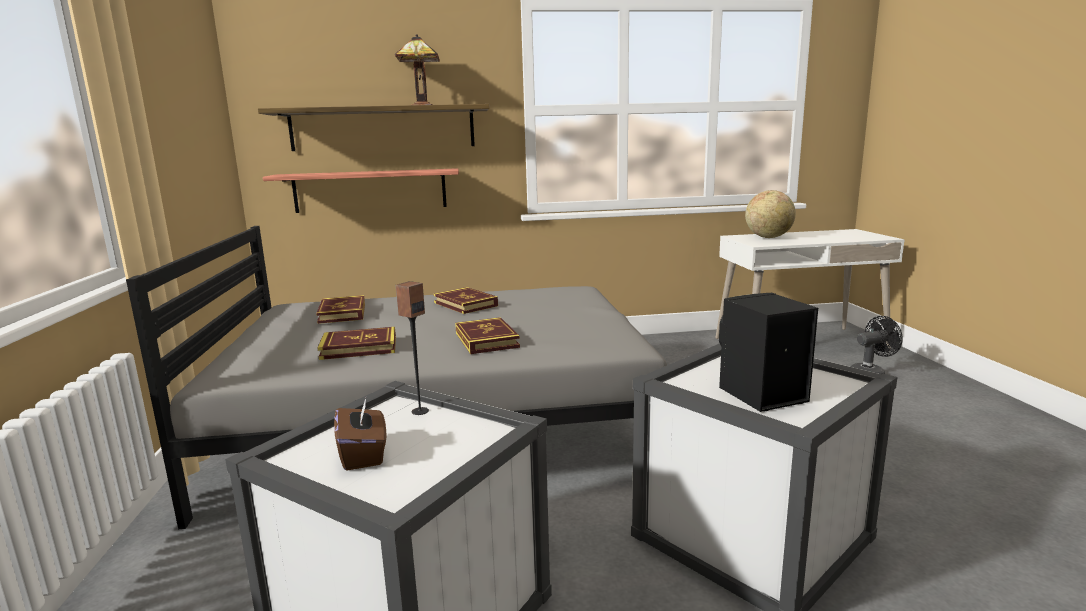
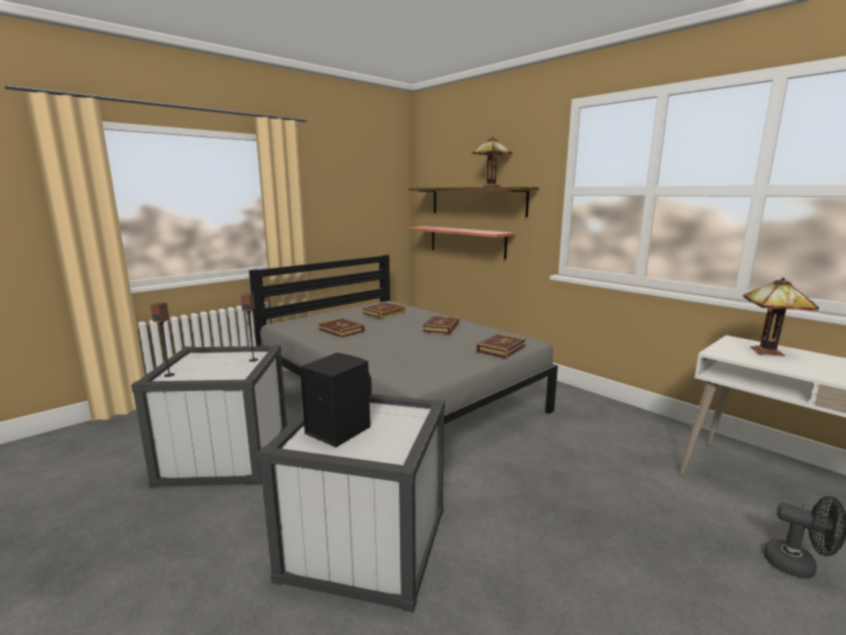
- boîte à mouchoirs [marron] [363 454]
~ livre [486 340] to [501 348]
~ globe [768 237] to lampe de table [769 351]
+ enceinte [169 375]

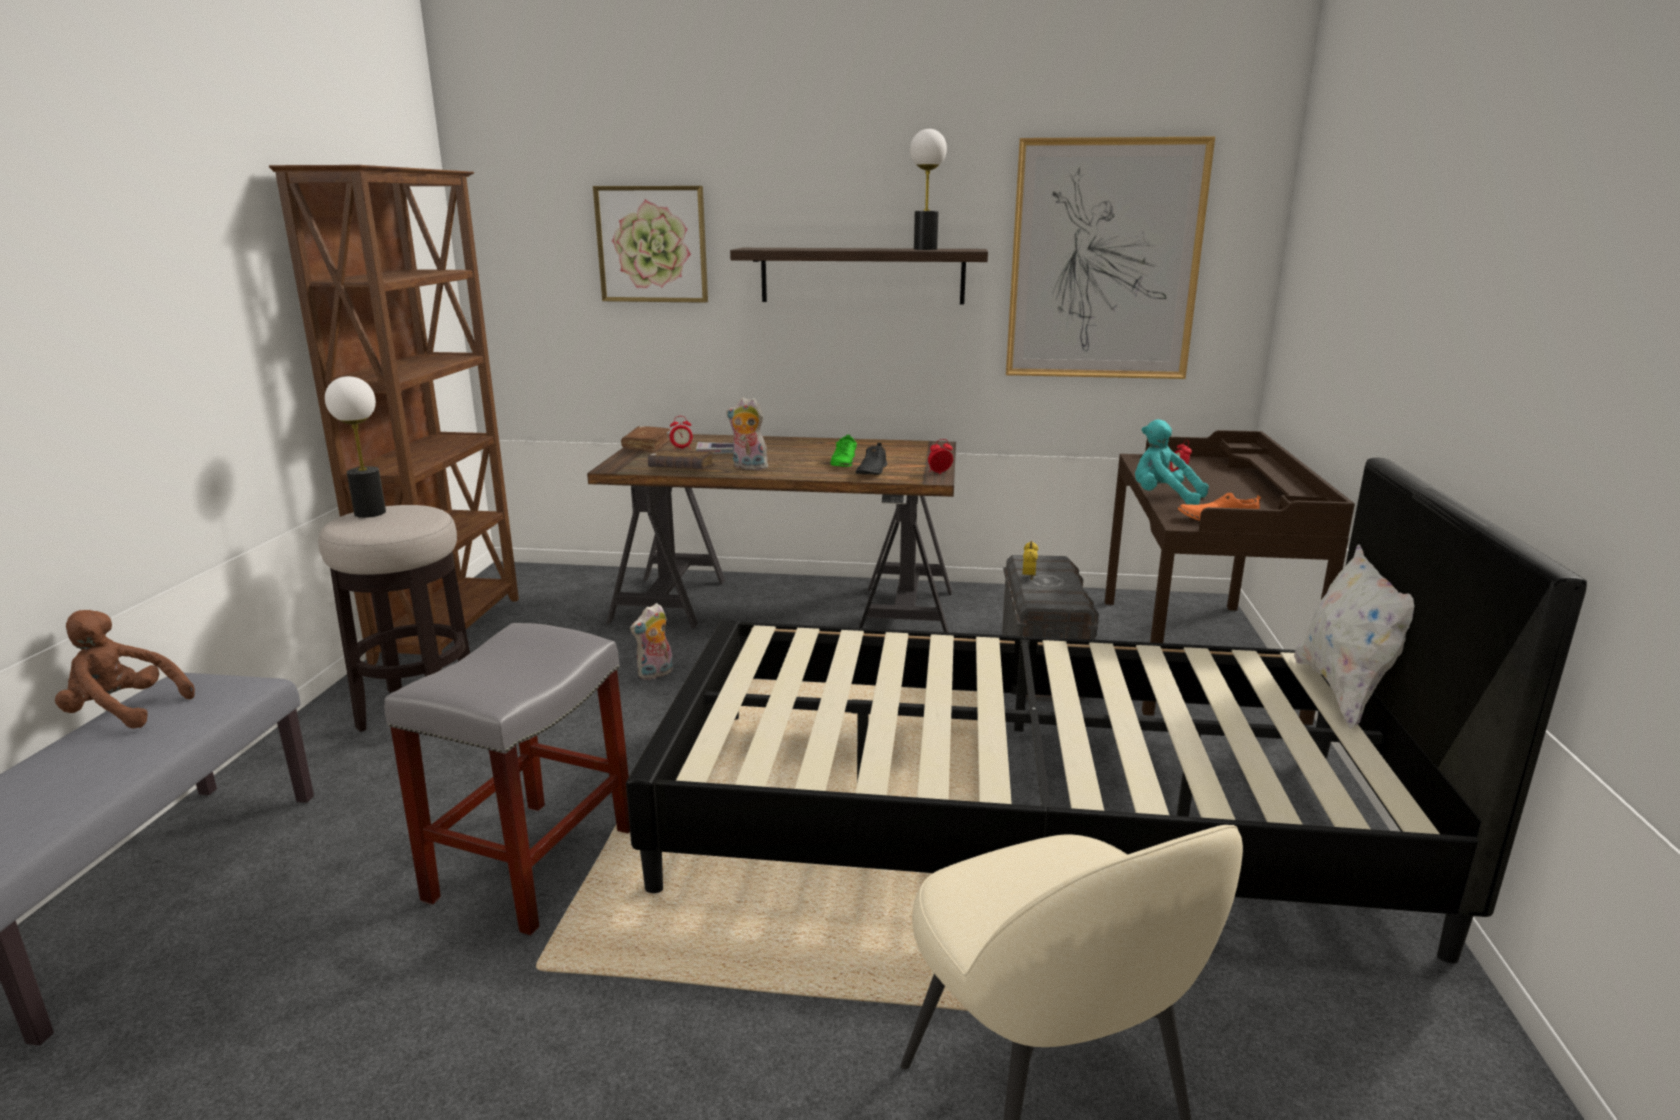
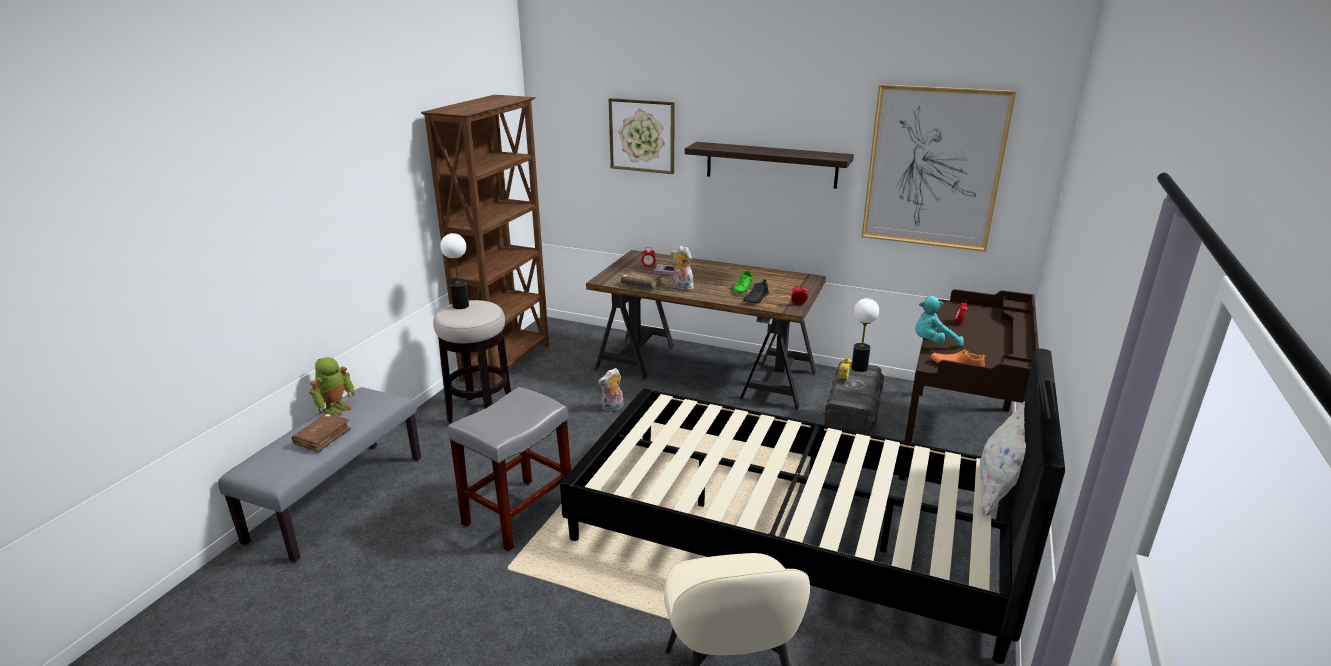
~ peluche [marron] [124 711] to robot jouet [336 408]
~ livre [marron] [646 446] to [323 438]
~ lampe de table [925 249] to [859 368]
~ peluche [turquoise] [1163 498] = [933 343] 60 degrees counterclockwise

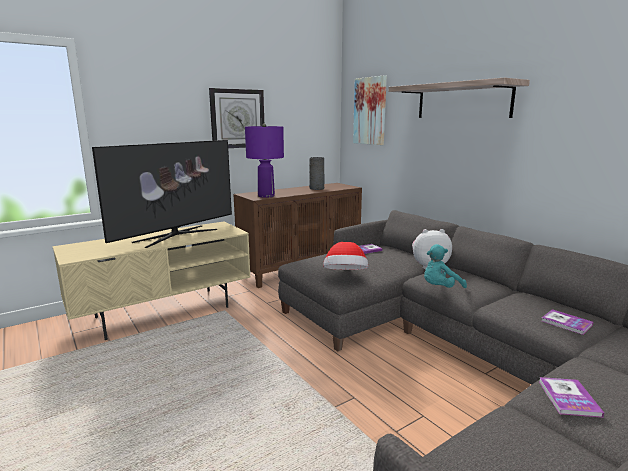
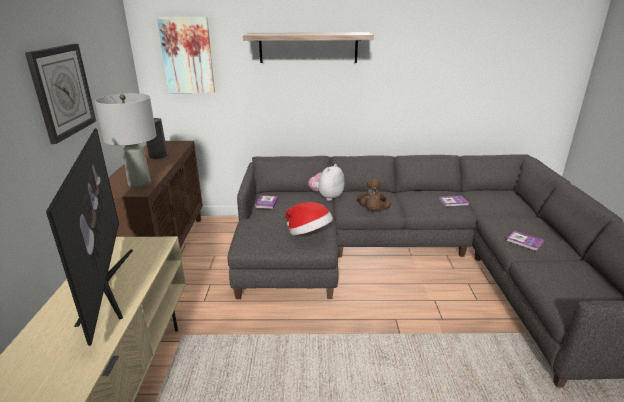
~ lampe de table [violet] [266 196] to lampe de table [gris] [139 185]
~ peluche [turquoise] [440 288] to peluche [marron] [372 211]

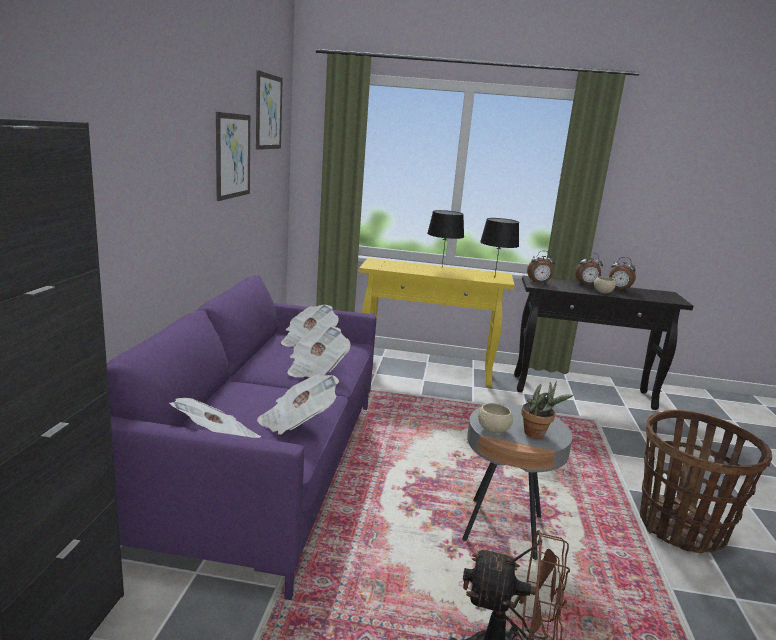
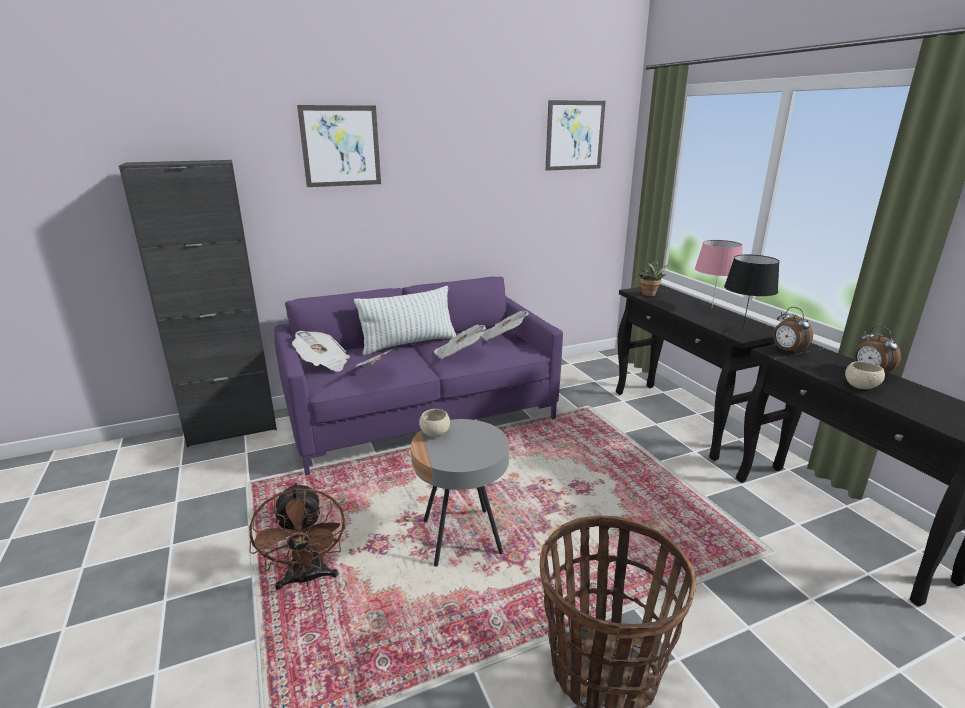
~ tableau [233 156] to [341 146]
~ table console [jaune] [427 370] to table console [noir] [679 419]
~ lampe de table [noir] [442 268] to lampe de table [rose] [712 308]
~ plante en pot [537 434] to [649 295]
- réveil [618 289]
+ coussin [409 344]

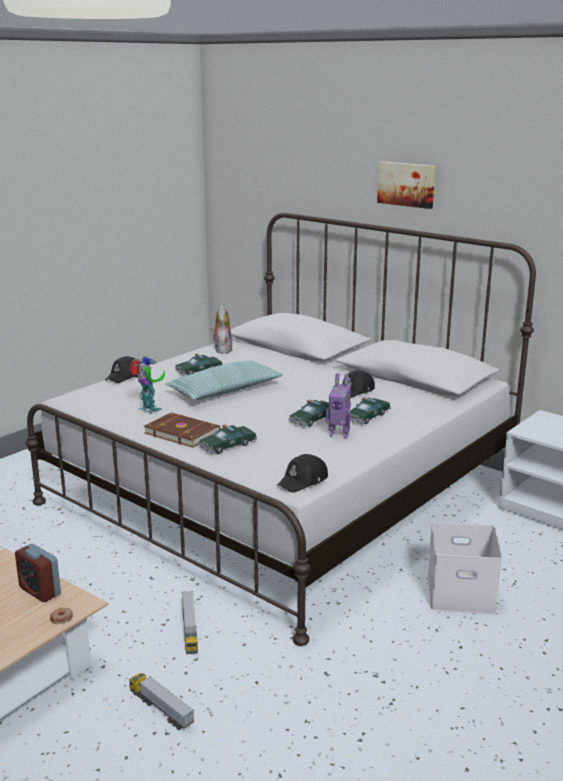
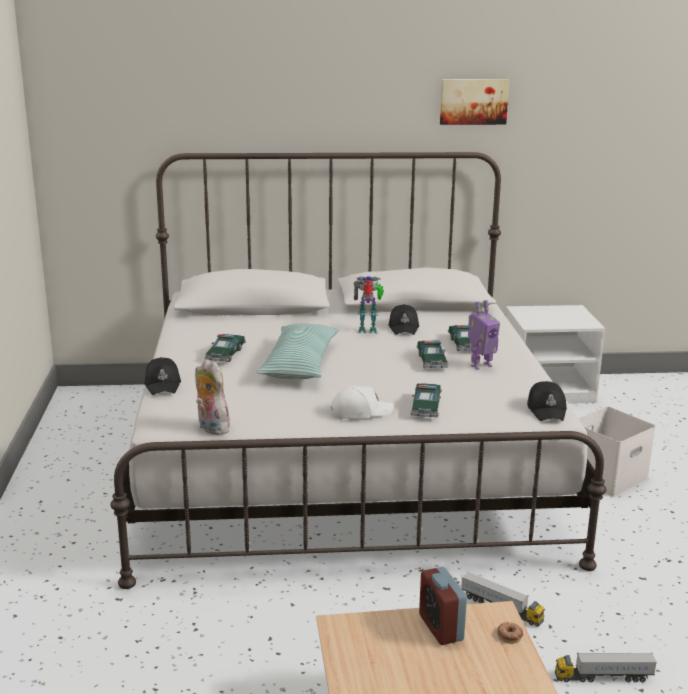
~ réveil [40 591] = [441 627] 75 degrees clockwise
~ robot jouet [148 410] to [368 331]
~ livre [marron] [182 432] to casquette [blanc] [360 412]
~ peluche [222 349] to [211 428]
~ tableau [407 184] to [473 101]

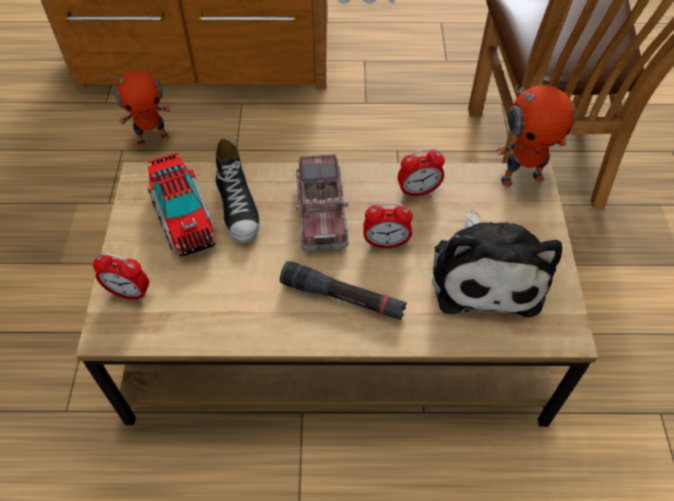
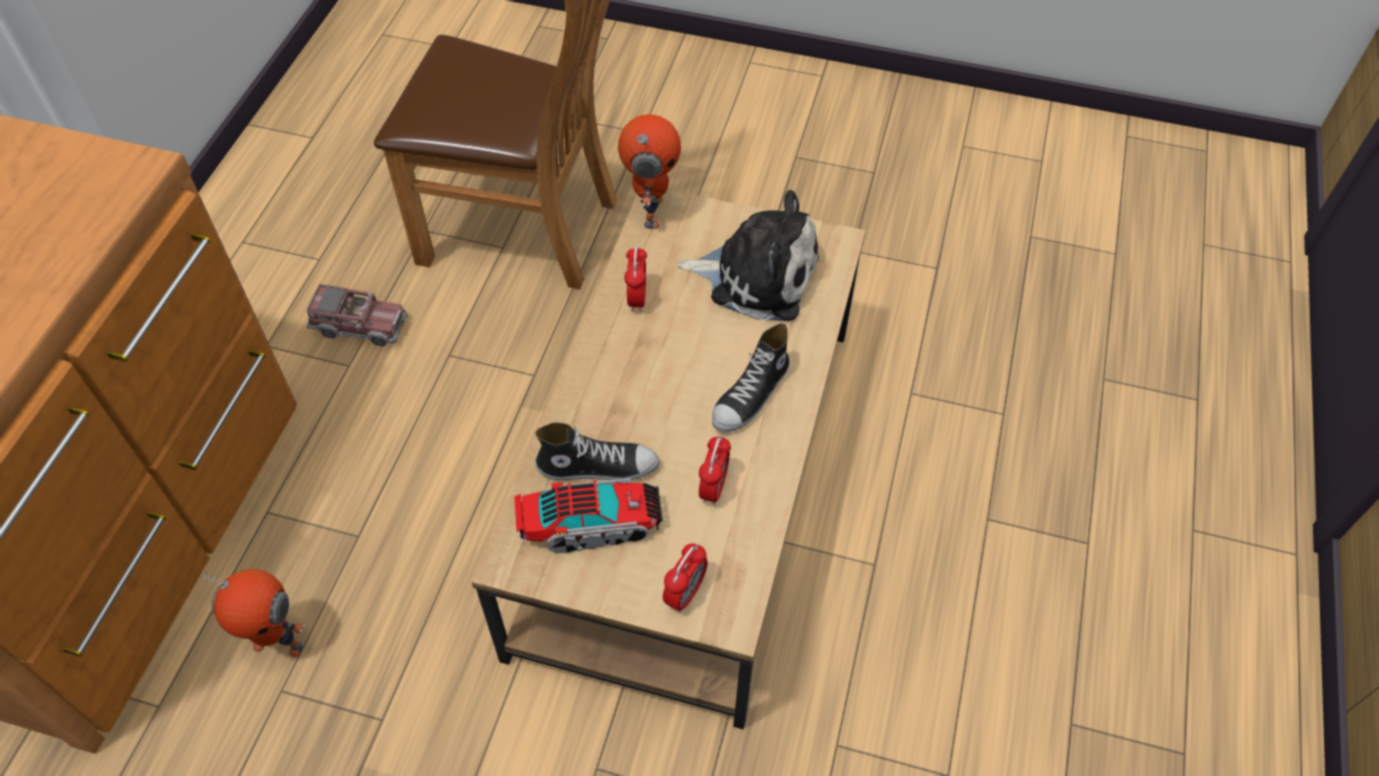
~ robot jouet [152 138] = [279 644] 105 degrees clockwise
~ lampe de poche [noir] [342 297] to chaussure [751 395]
~ camion jouet [321 214] to [359 325]
~ réveil [386 243] to [713 488]

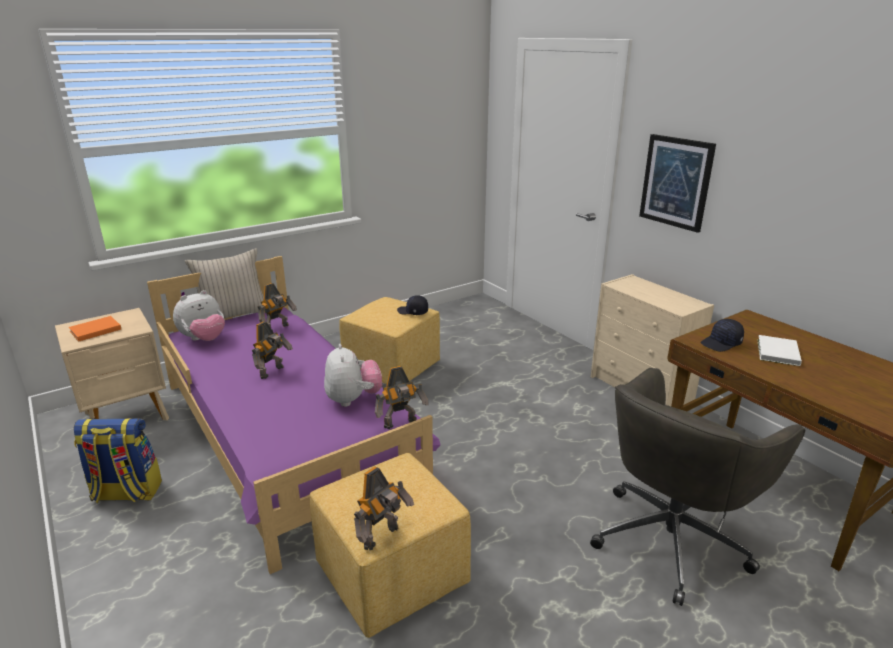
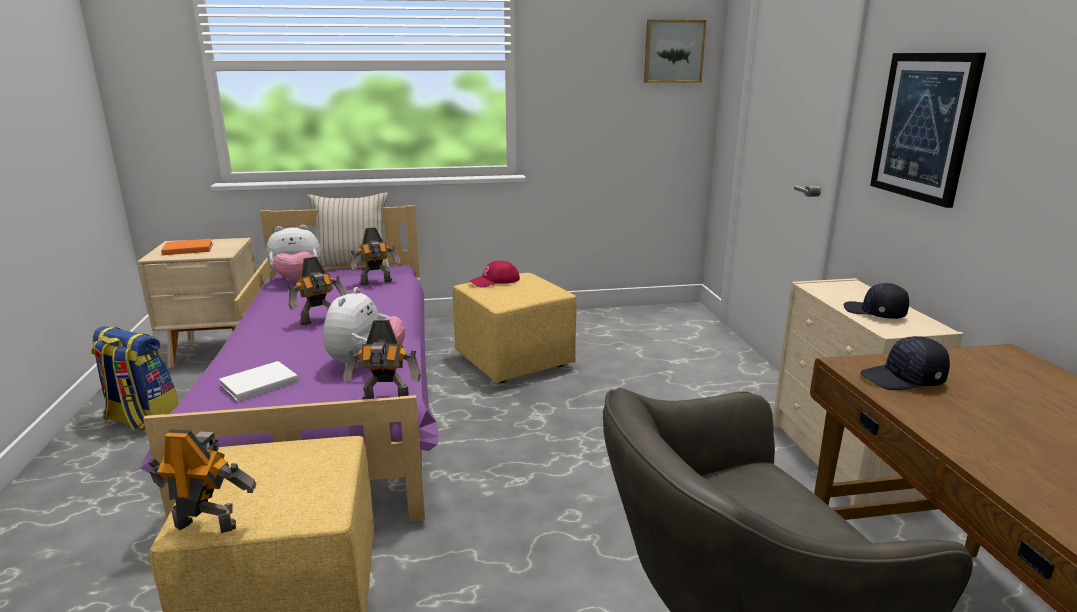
~ robot jouet [383 537] = [206 523] 150 degrees counterclockwise
~ casquette [noir] [412 312] to [874 313]
~ livre [blanc] [777 353] to [257 384]
+ casquette [rouge] [495 281]
+ tableau [673 51]

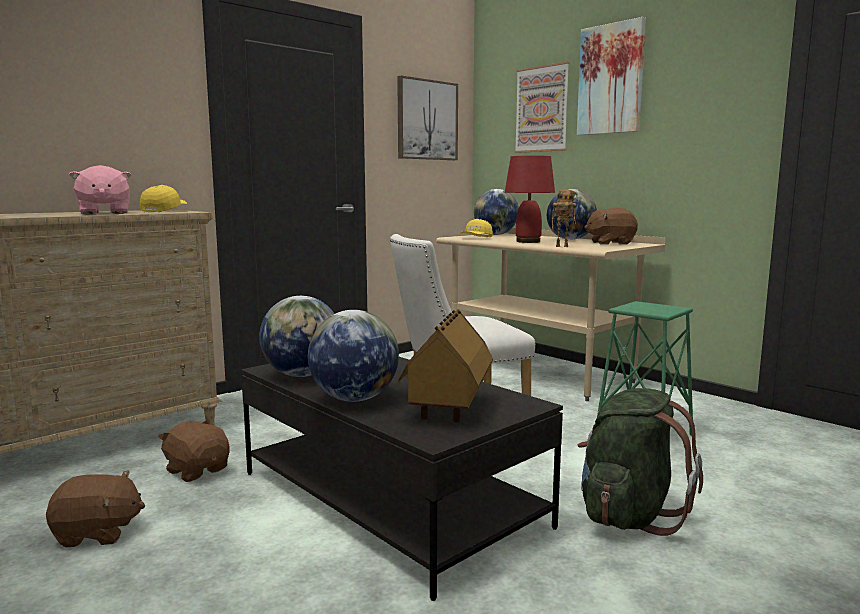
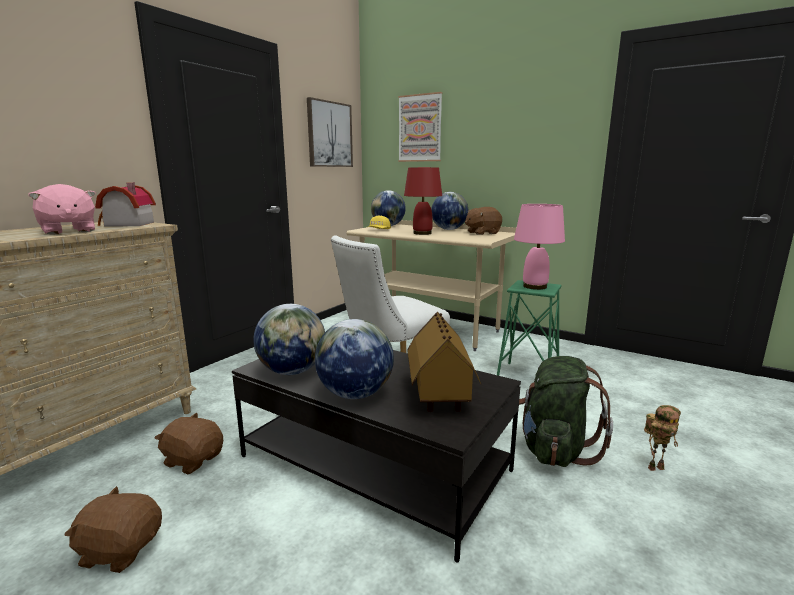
~ peluche [marron] [97 533] = [121 549] 150 degrees counterclockwise
~ casquette [jaune] [164 211] to maison miniature [126 224]
~ robot jouet [562 246] to [655 467]
- tableau [611 79]
+ lampe de table [rose] [534 286]

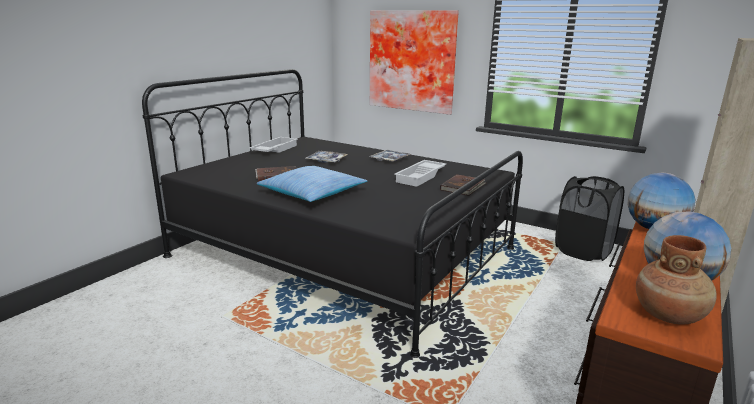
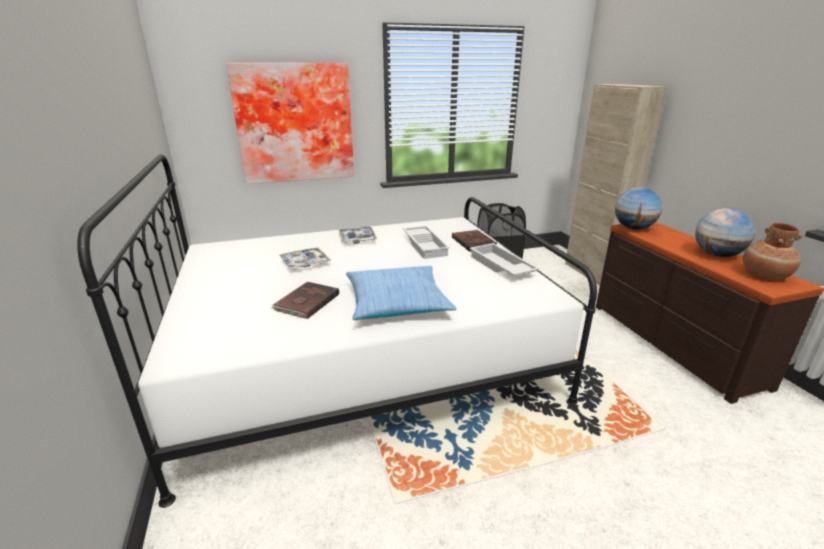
~ lit [noir] [343 252] to lit [blanc] [363 357]
~ plateau [blanc] [274 149] to [500 266]

